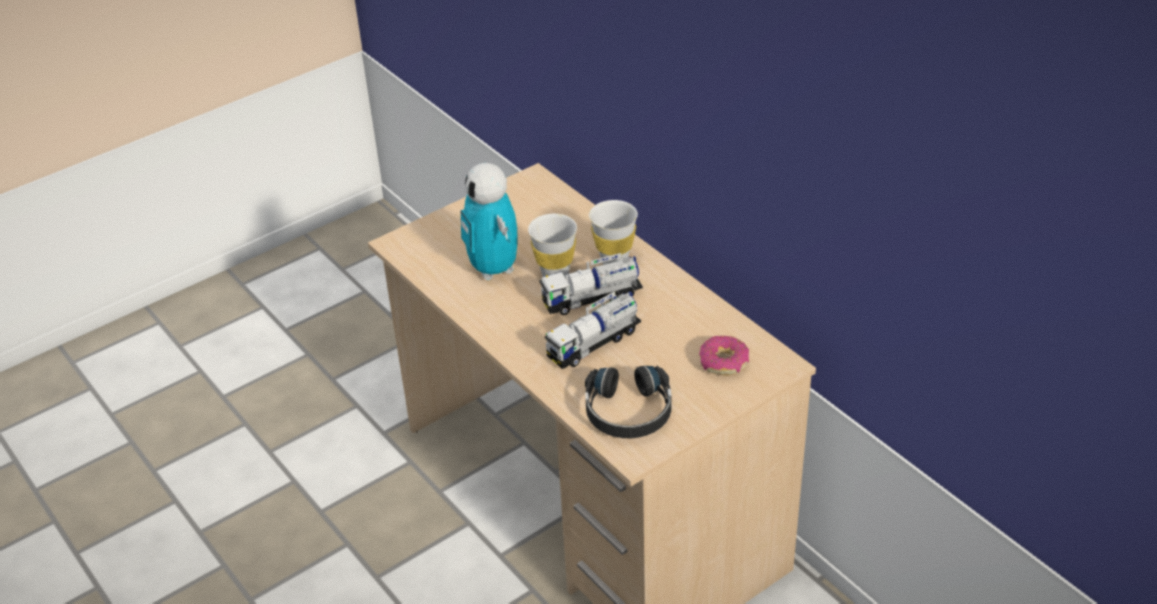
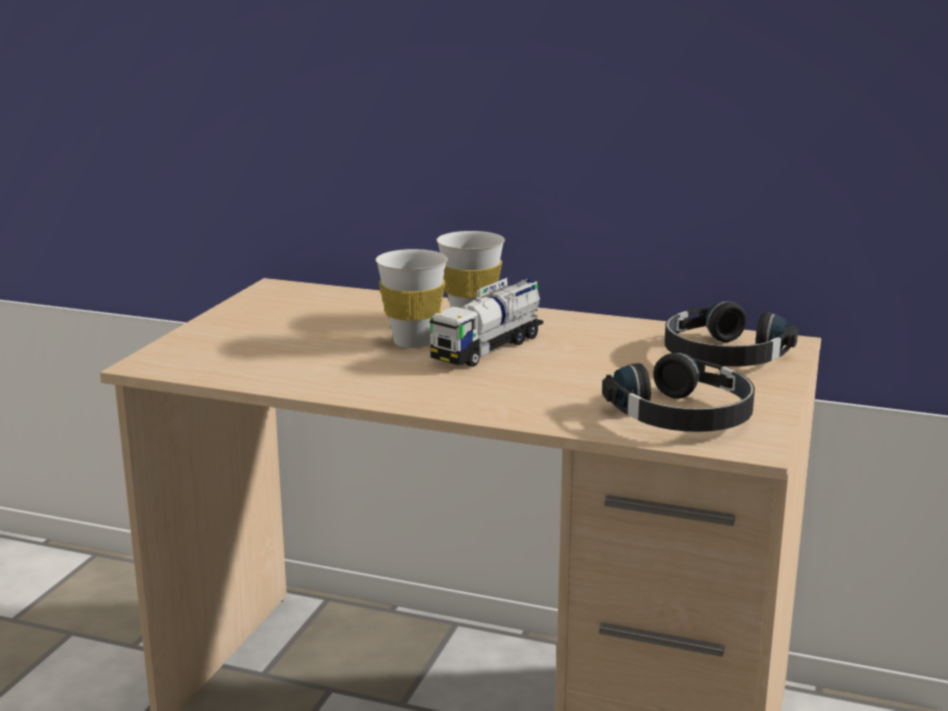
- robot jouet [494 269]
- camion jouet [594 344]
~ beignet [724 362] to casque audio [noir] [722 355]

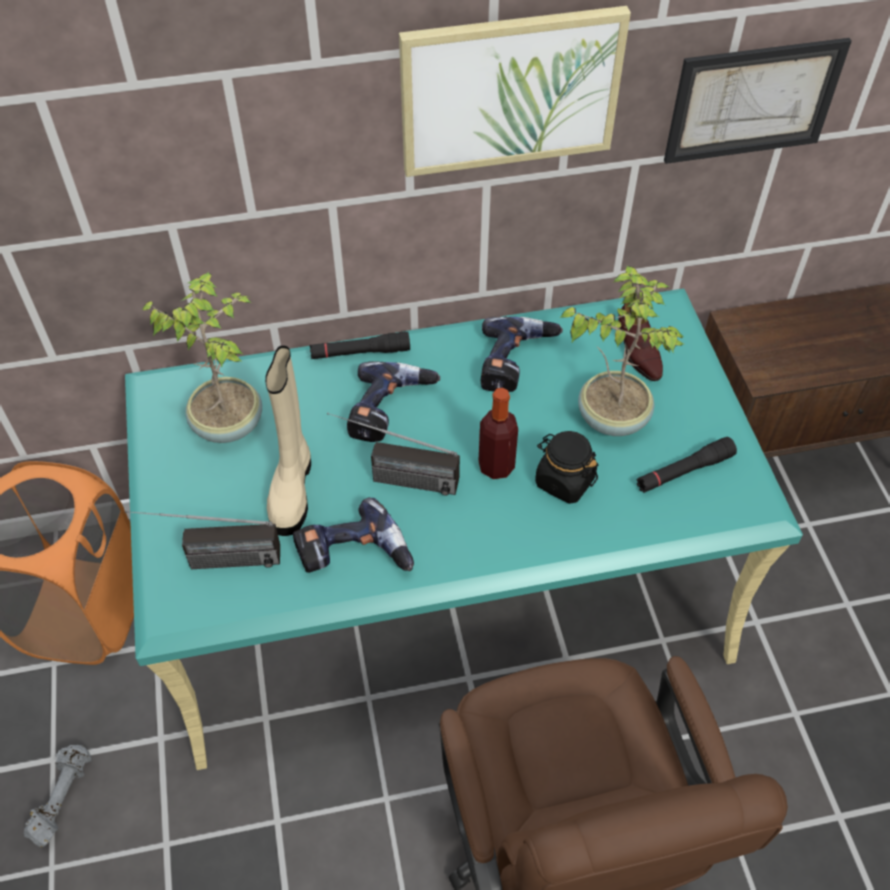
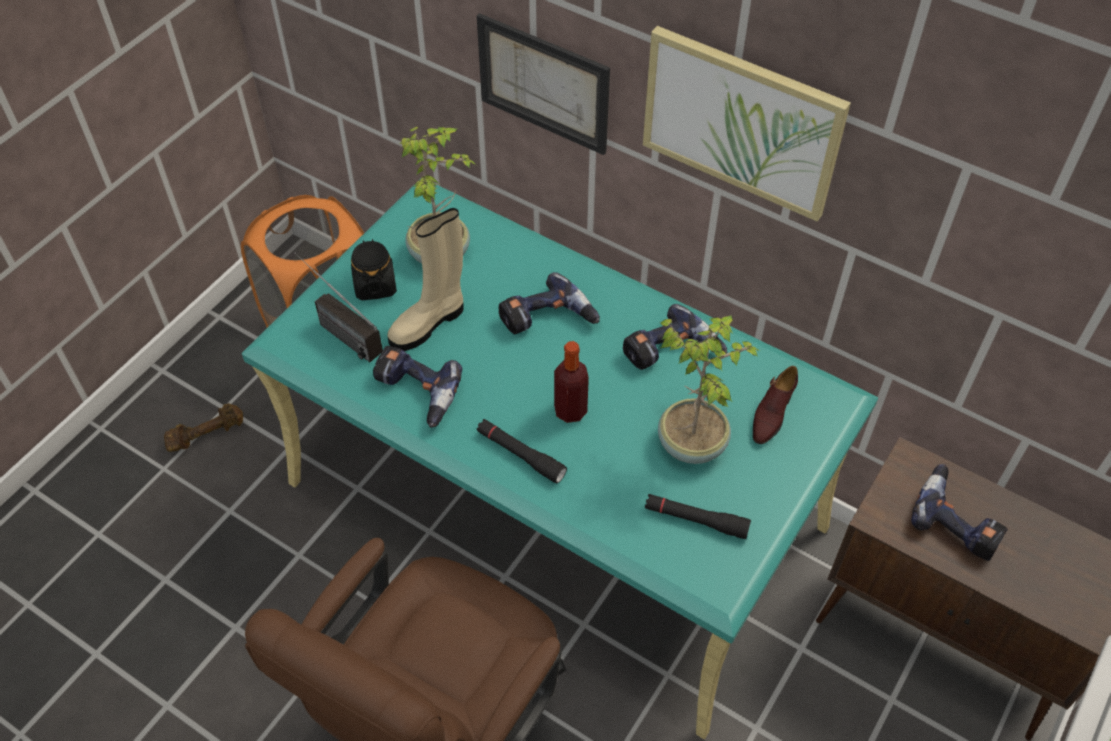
~ haltère [gris] [61 798] to haltère [marron] [206 434]
~ lampe de poche [noir] [360 352] to [520 455]
- radio [393 478]
~ bocal [noir] [564 481] to [375 285]
~ tableau [753 100] to [544 83]
+ perceuse [957 519]

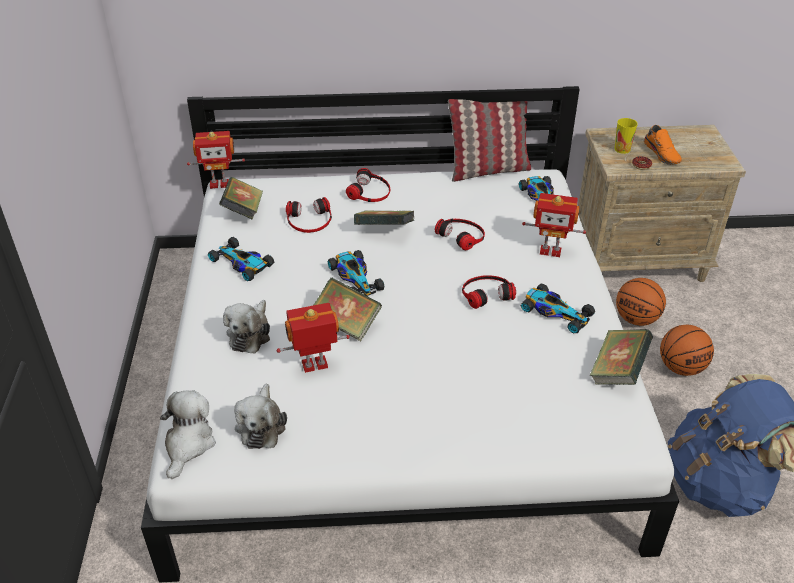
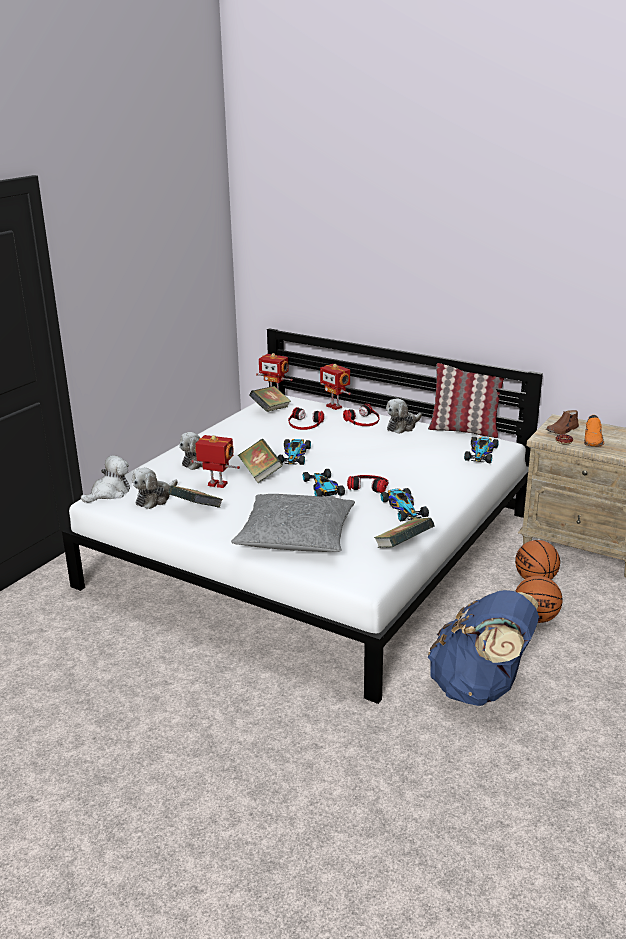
~ petite voiture [242 264] to [323 488]
~ livre [384 231] to [196 510]
- casque audio [462 235]
~ robot jouet [550 250] to [335 406]
~ tasse [622 149] to chaussure [marron] [562 430]
+ coussin [gris] [296 536]
+ peluche [402 426]

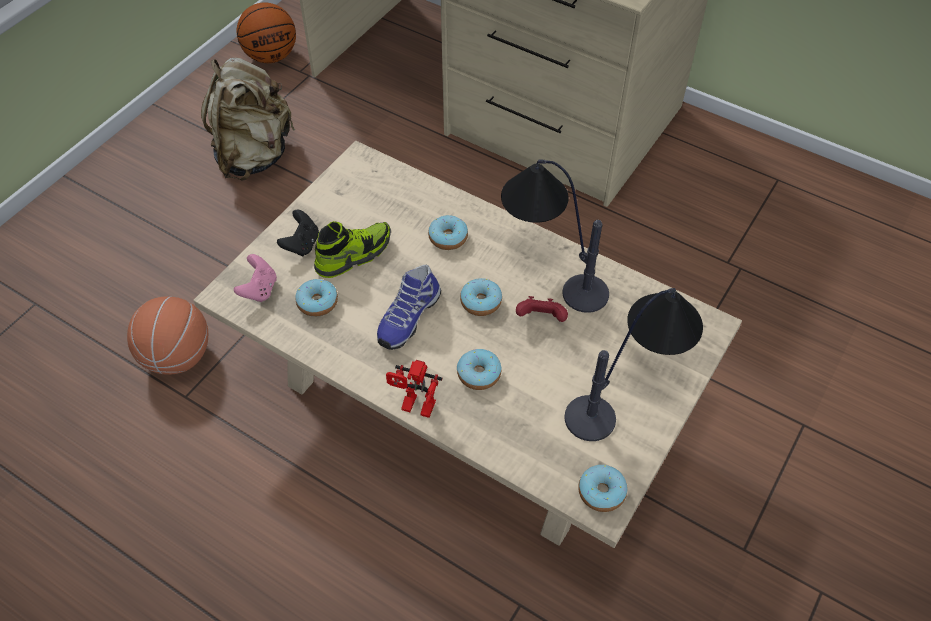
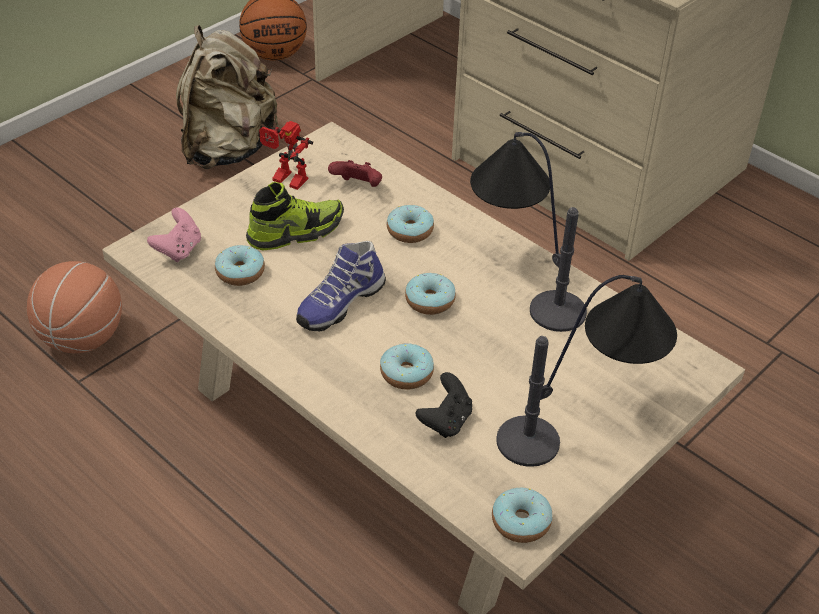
~ manette [noir] [302 244] to [446 421]
~ robot jouet [414 408] to [286 181]
~ manette [rouge] [541 319] to [358 187]

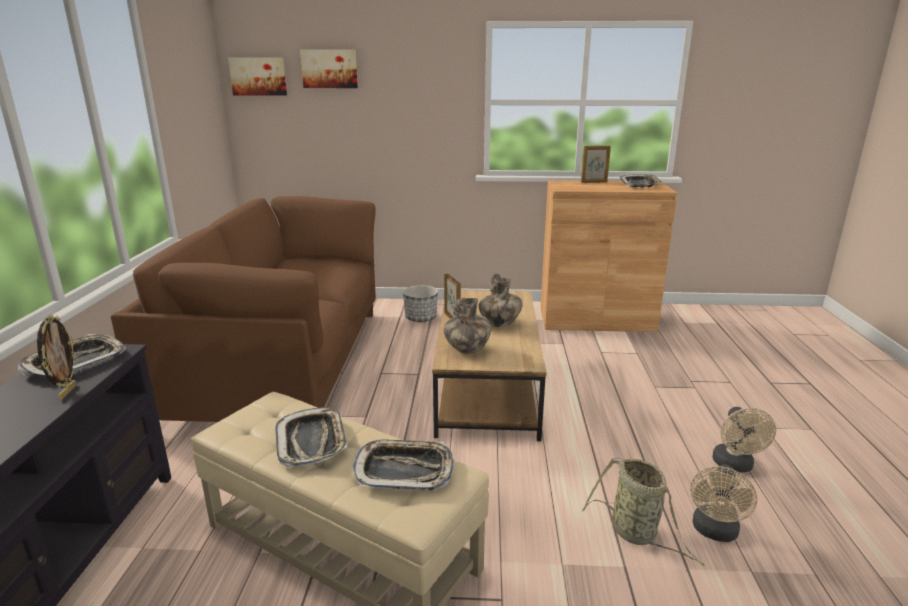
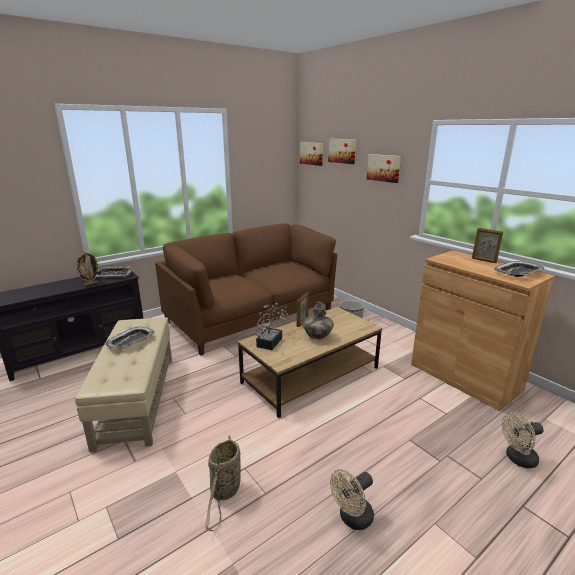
- plateau [404 470]
~ vase [467 350] to plante en pot [271 341]
~ ventilateur [beige] [714 532] to [517 459]
+ tableau [384 168]

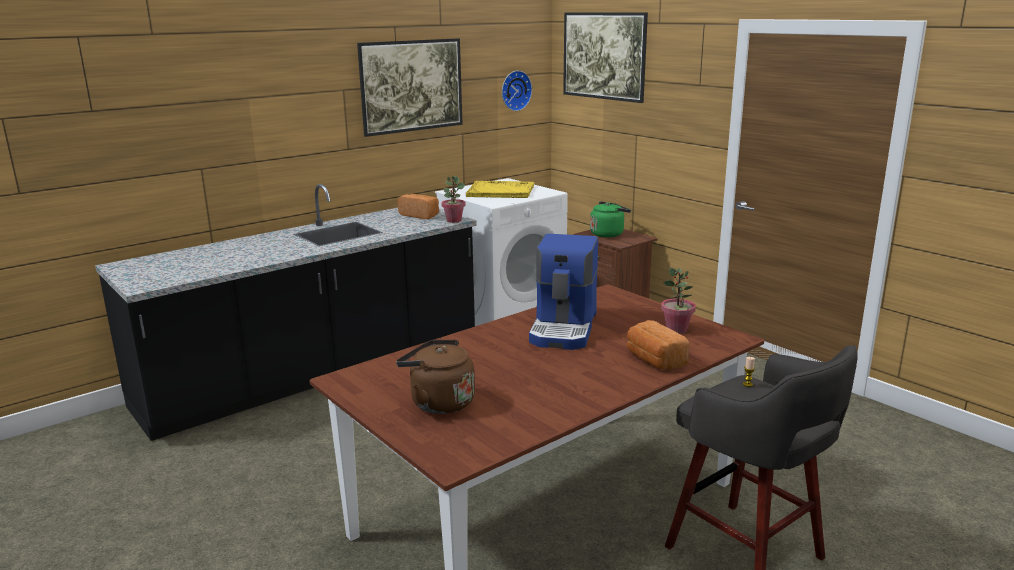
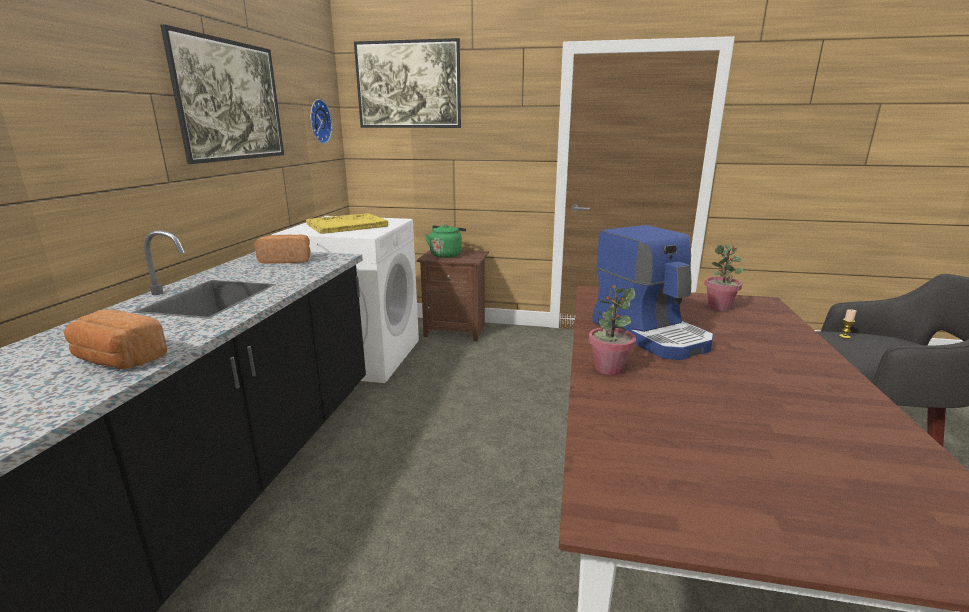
- bouilloire [marron] [438 402]
~ plante en pot [454 220] to [608 368]
~ pain [654 360] to [118 360]

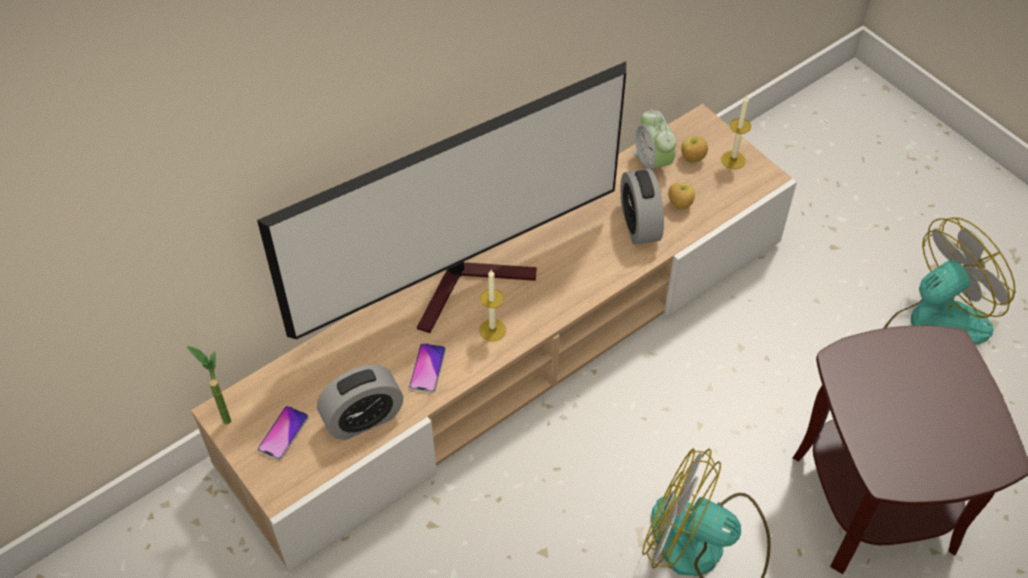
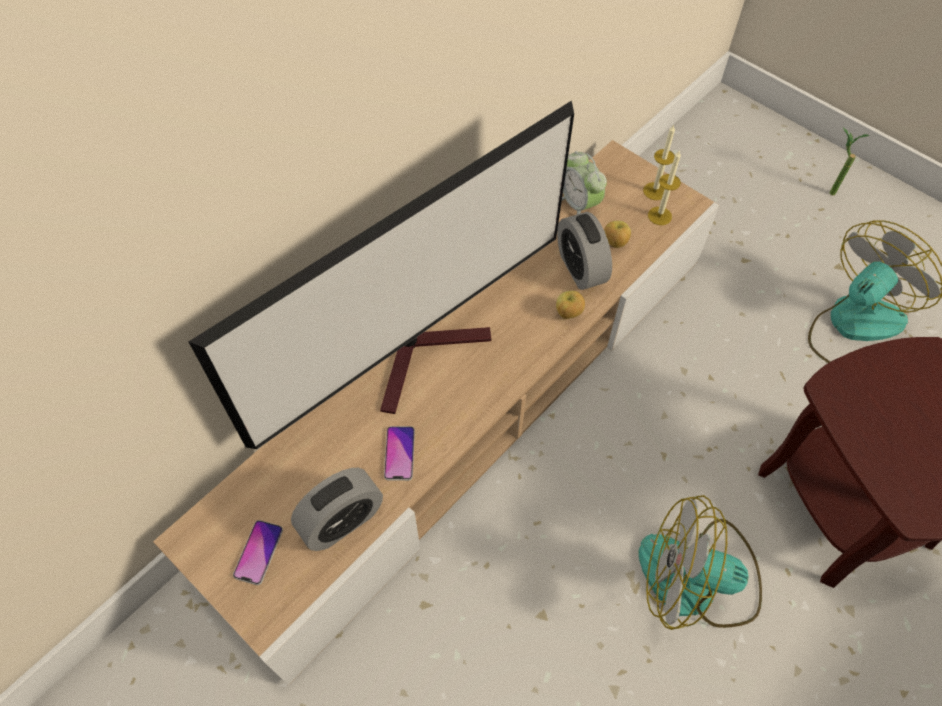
~ plante en pot [223 414] to [826 190]
~ bougie [492 330] to [659 216]
~ pomme [692 159] to [568 313]

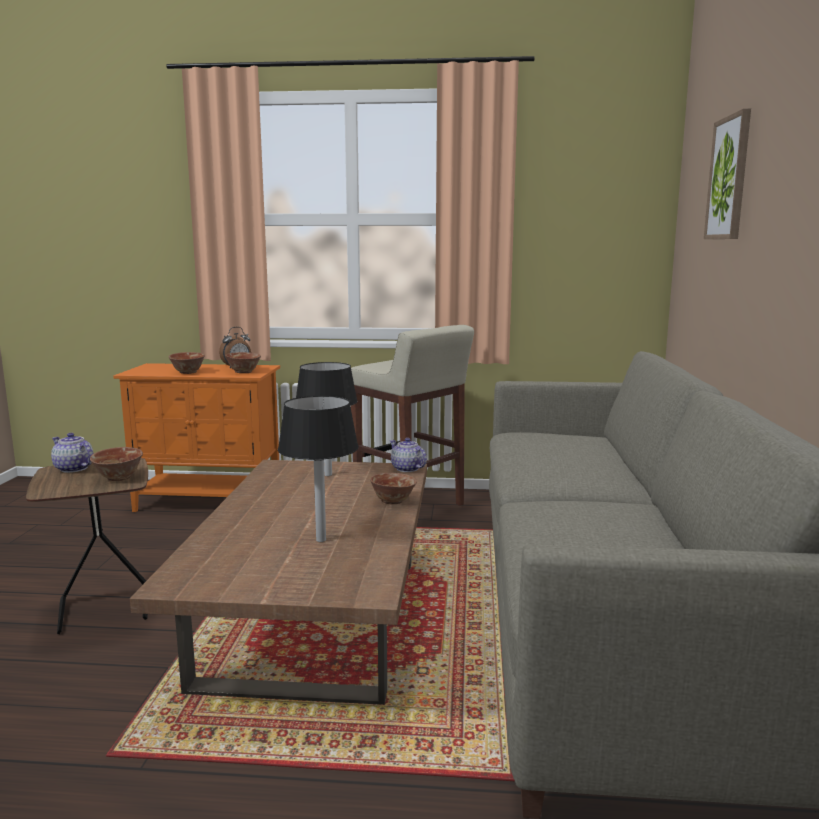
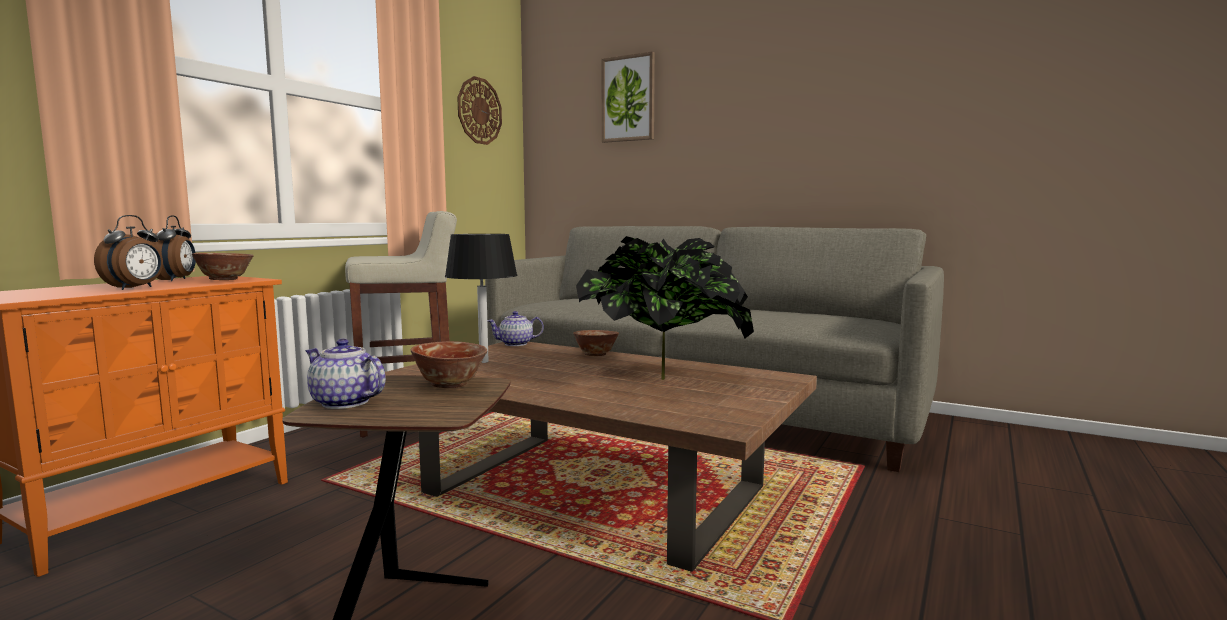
~ théière [74 469] = [345 403] 60 degrees clockwise
~ bol [188 372] to réveil [135 288]
~ lampe de table [noir] [321 540] to plante en pot [663 378]
+ horloge murale [479 111]

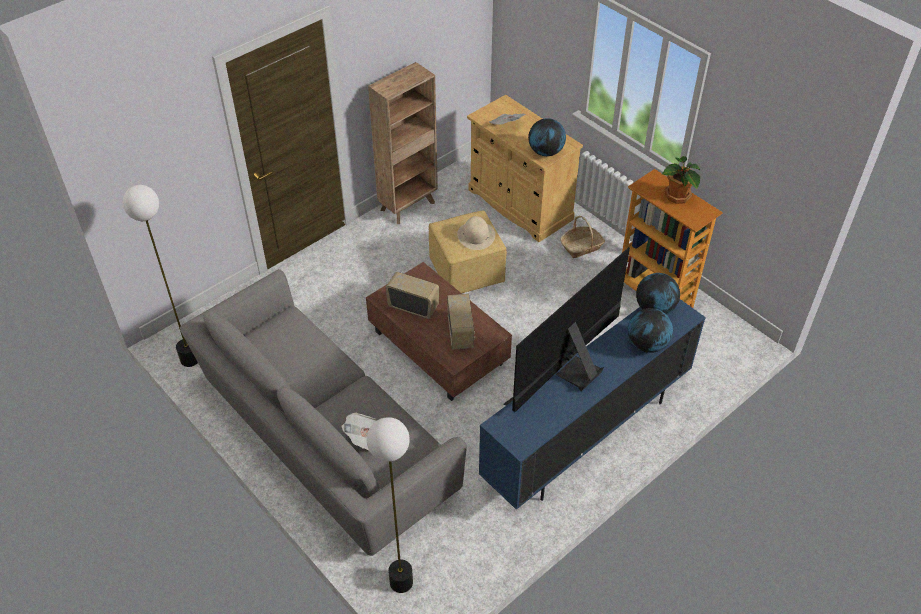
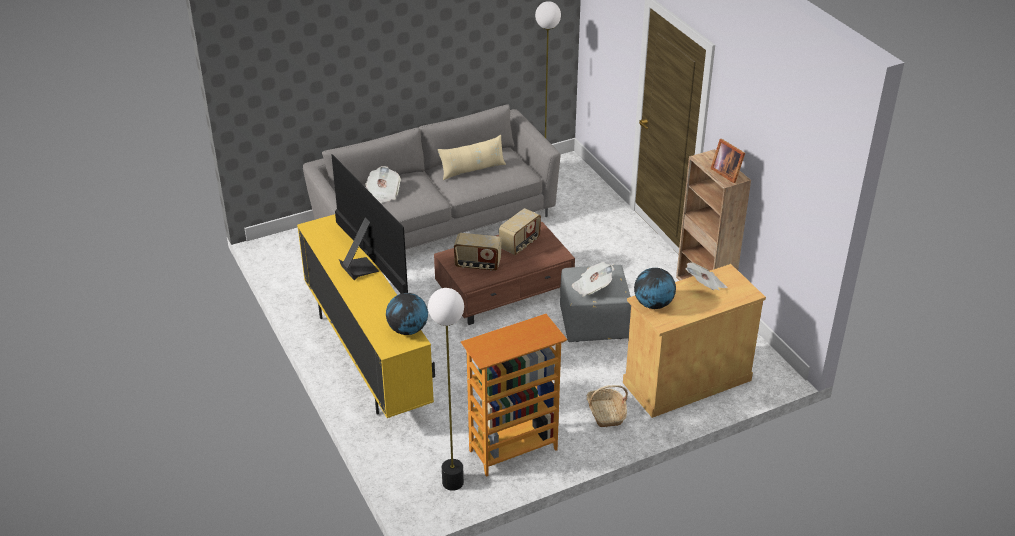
~ lampadaire [401 582] to [452 482]
~ pouf [jaune] [468 272] to pouf [gris] [593 325]
~ chapeau [beige] [476 235] to journal [592 287]
~ meuble télé [bleu] [586 436] to meuble télé [jaune] [366 357]
- globe [647 345]
- plante en pot [677 197]
+ coussin [beige] [472 170]
+ cadre photo [726 172]

